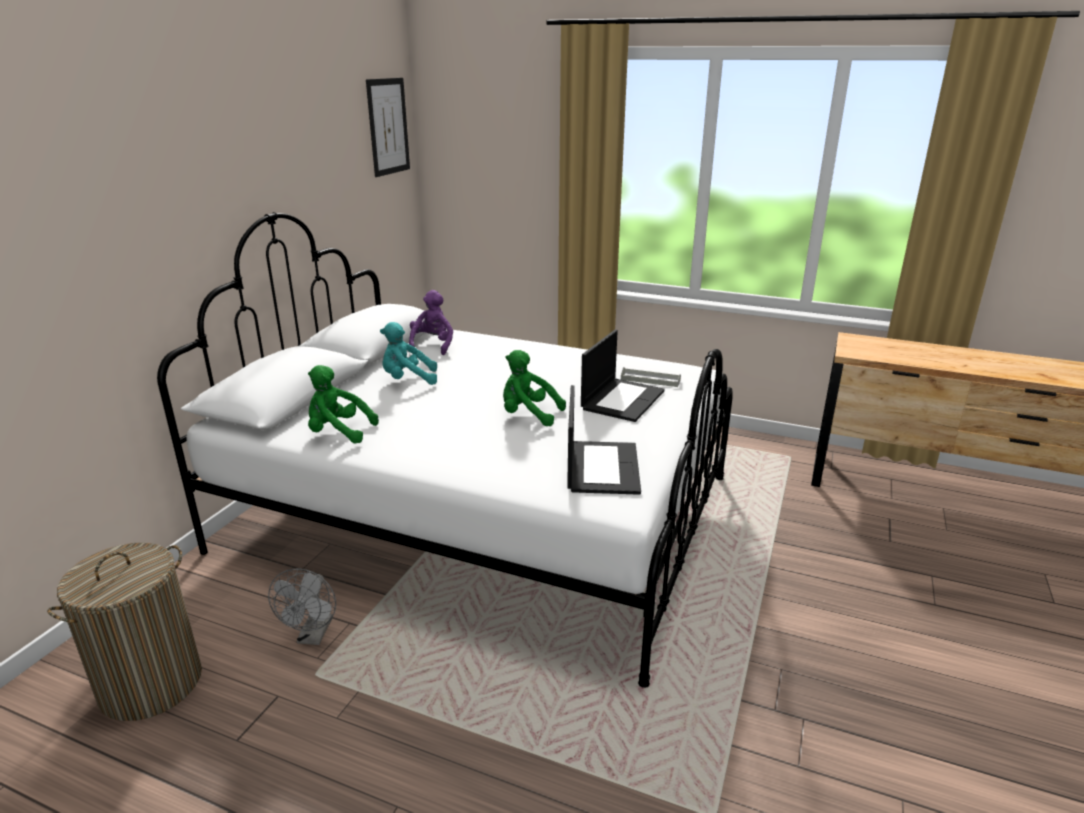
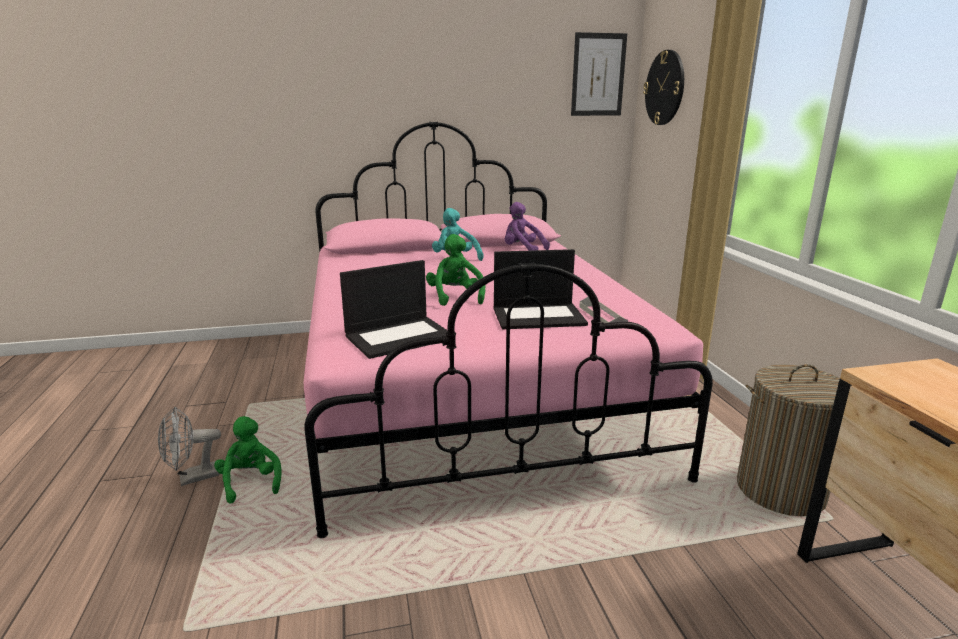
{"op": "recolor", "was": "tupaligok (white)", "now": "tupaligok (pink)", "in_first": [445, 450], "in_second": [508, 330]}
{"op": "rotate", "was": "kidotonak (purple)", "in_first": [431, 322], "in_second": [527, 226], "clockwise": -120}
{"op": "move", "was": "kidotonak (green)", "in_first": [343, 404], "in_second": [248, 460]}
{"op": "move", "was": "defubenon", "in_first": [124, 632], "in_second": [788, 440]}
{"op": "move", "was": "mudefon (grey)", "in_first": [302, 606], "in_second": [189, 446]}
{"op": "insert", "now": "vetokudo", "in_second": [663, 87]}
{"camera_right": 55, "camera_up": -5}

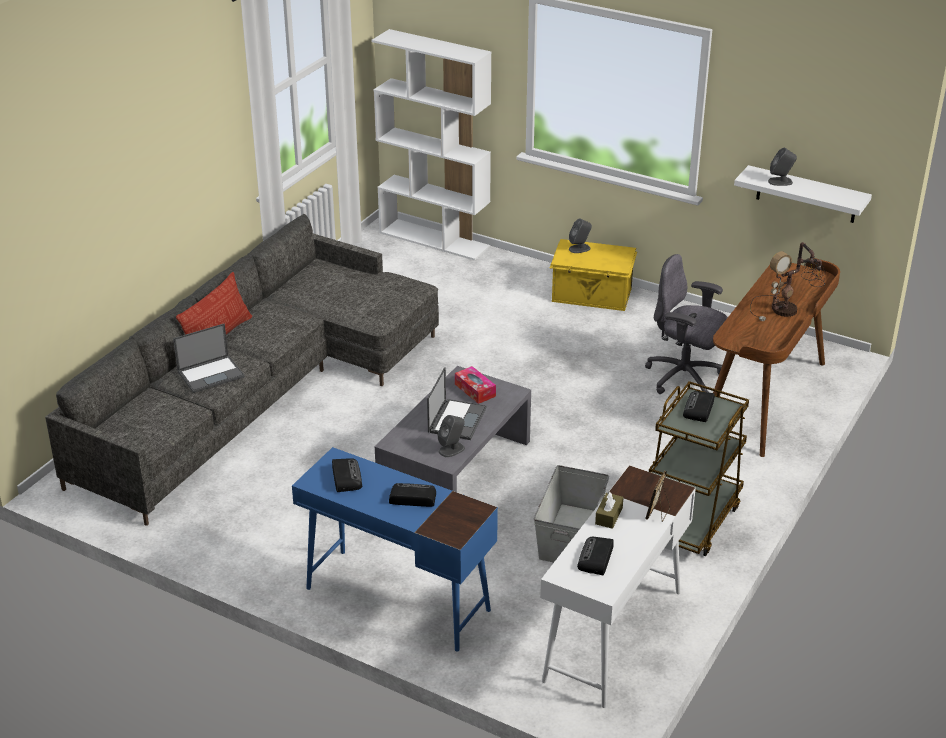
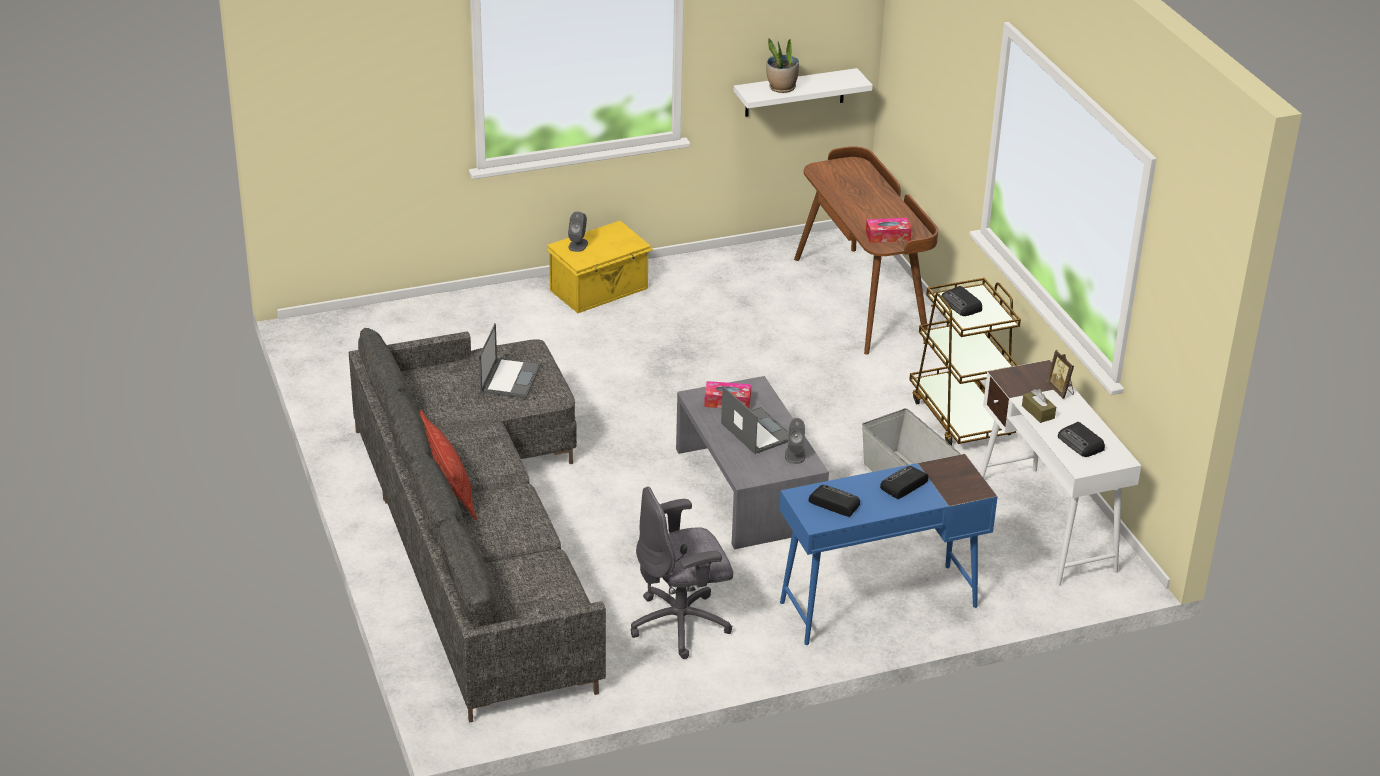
{"op": "delete", "was": "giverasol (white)", "in_first": [431, 144]}
{"op": "replace", "was": "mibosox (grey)", "now": "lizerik", "in_first": [782, 167], "in_second": [782, 65]}
{"op": "delete", "was": "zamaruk", "in_first": [787, 281]}
{"op": "move", "was": "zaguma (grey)", "in_first": [686, 324], "in_second": [681, 572]}
{"op": "move", "was": "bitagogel", "in_first": [209, 358], "in_second": [510, 360]}
{"op": "insert", "now": "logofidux", "in_second": [889, 230]}
{"camera_right": -50, "camera_up": 0}

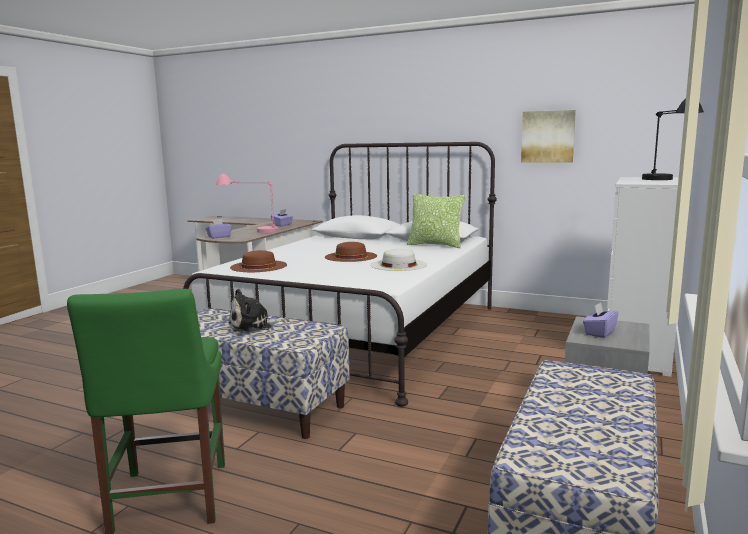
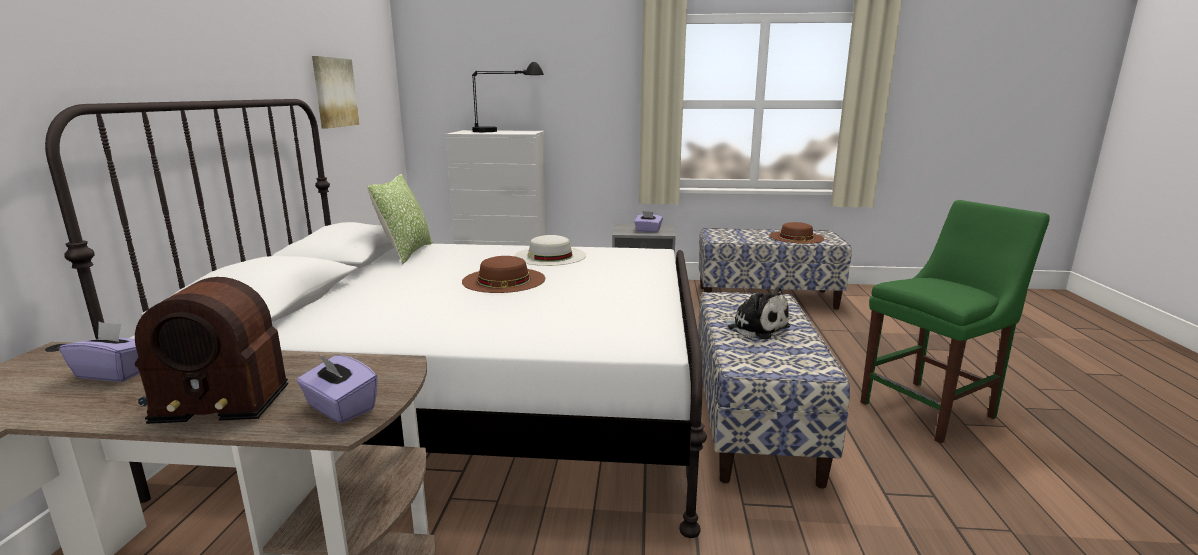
{"op": "replace", "was": "zamaruk (pink)", "now": "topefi", "in_first": [247, 203], "in_second": [211, 350]}
{"op": "move", "was": "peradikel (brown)", "in_first": [258, 261], "in_second": [796, 233]}
{"camera_right": -110, "camera_up": 5}

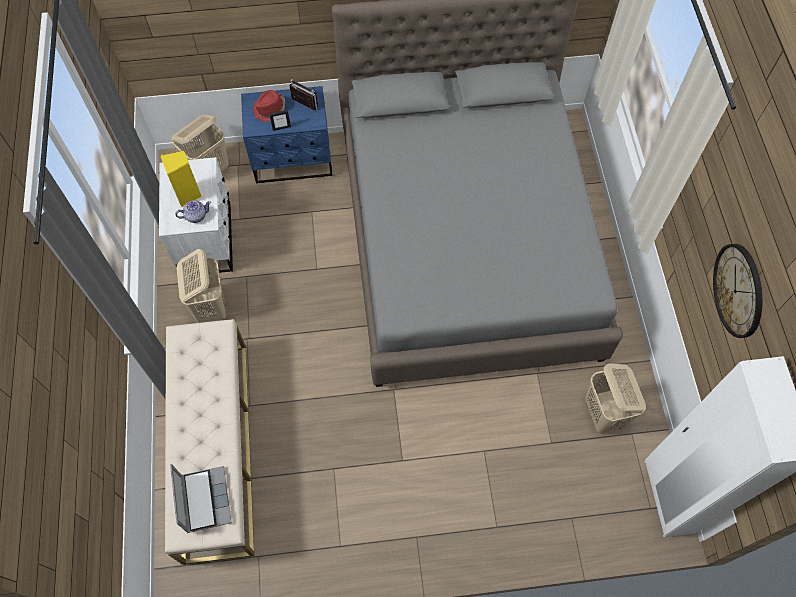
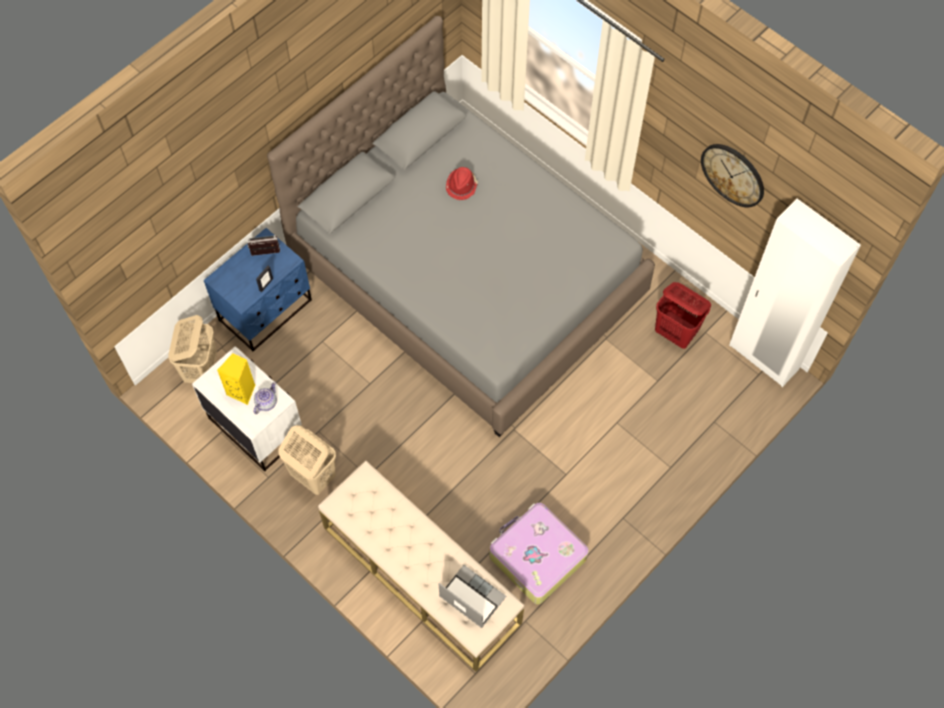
{"op": "move", "was": "peradikel (red)", "in_first": [269, 106], "in_second": [462, 183]}
{"op": "recolor", "was": "defubenon (beige)", "now": "defubenon (red)", "in_first": [615, 398], "in_second": [683, 315]}
{"op": "insert", "now": "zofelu", "in_second": [539, 553]}
{"camera_right": -40, "camera_up": 0}

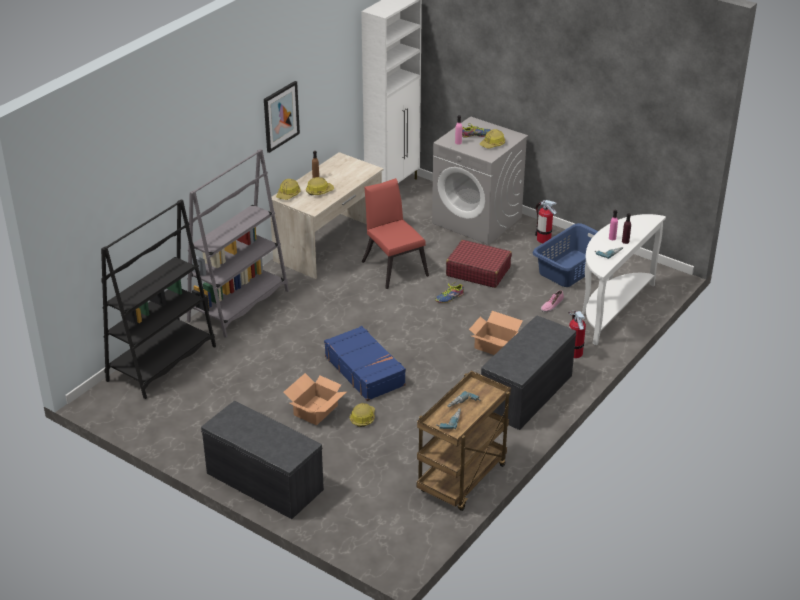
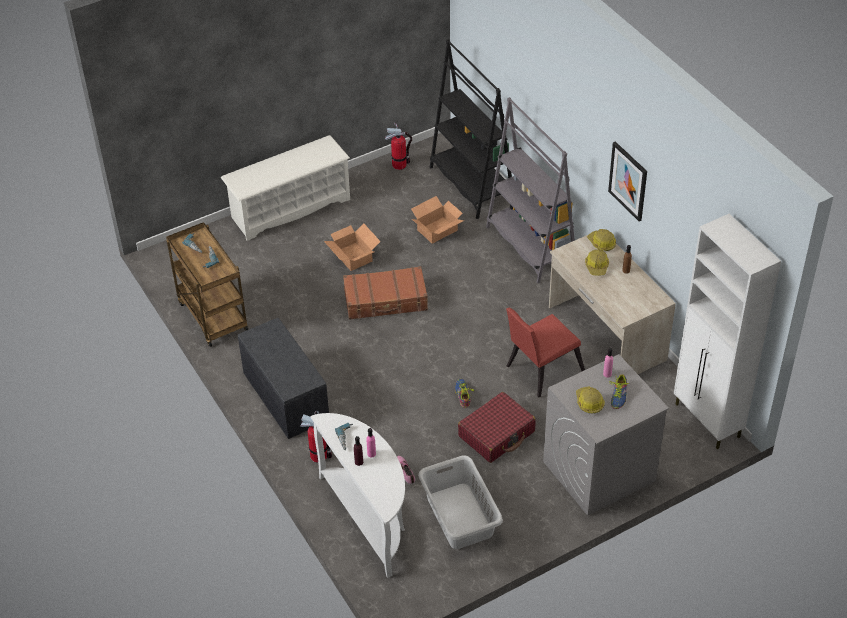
{"op": "rotate", "was": "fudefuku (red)", "in_first": [395, 233], "in_second": [545, 353], "clockwise": 150}
{"op": "move", "was": "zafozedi", "in_first": [546, 221], "in_second": [398, 146]}
{"op": "recolor", "was": "defubenon (blue)", "now": "defubenon (grey)", "in_first": [565, 255], "in_second": [460, 502]}
{"op": "move", "was": "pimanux", "in_first": [496, 333], "in_second": [437, 220]}
{"op": "recolor", "was": "zofelu (blue)", "now": "zofelu (brown)", "in_first": [365, 363], "in_second": [385, 293]}
{"op": "replace", "was": "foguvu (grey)", "now": "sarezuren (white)", "in_first": [262, 460], "in_second": [285, 188]}
{"op": "delete", "was": "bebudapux", "in_first": [362, 415]}
{"camera_right": 115, "camera_up": 10}

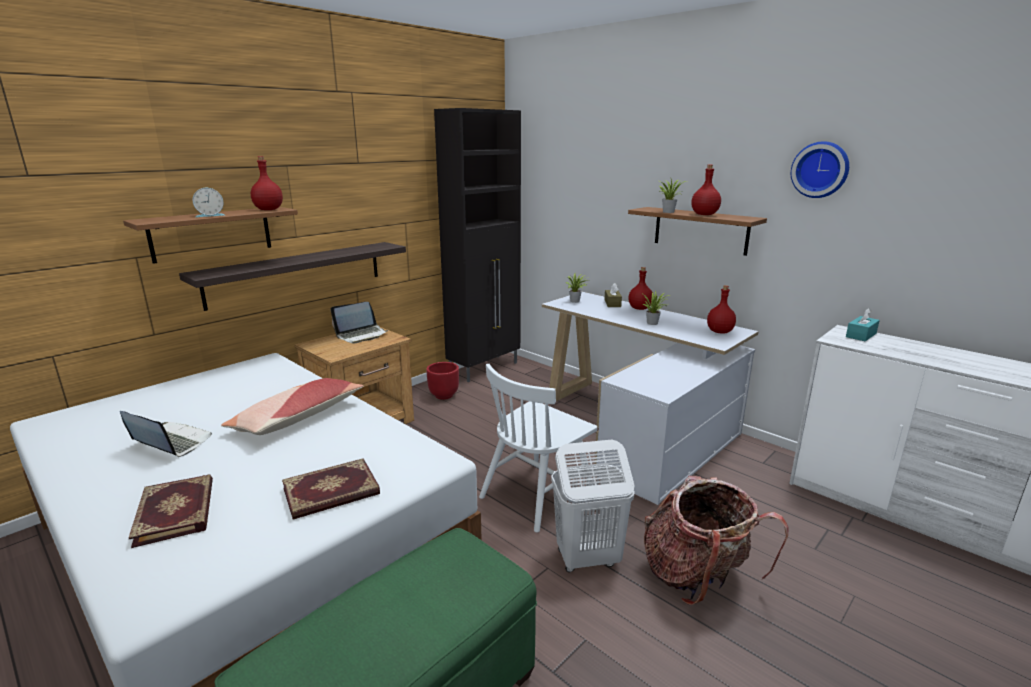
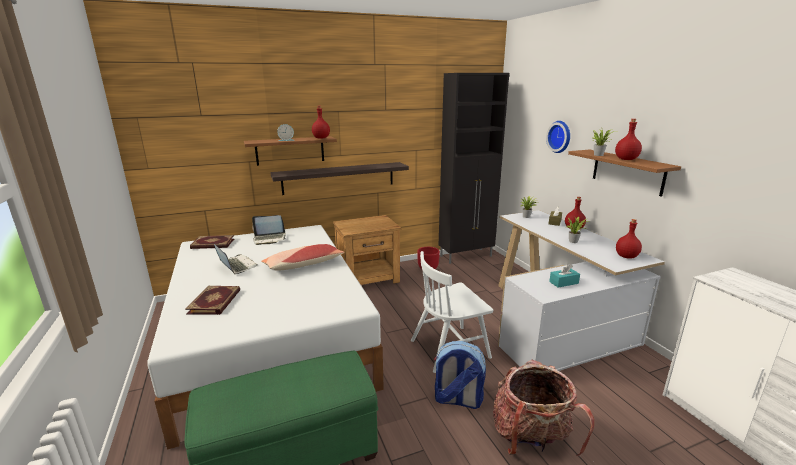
{"op": "move", "was": "vetokudo", "in_first": [820, 169], "in_second": [558, 137]}
{"op": "move", "was": "bitagogel", "in_first": [359, 323], "in_second": [269, 230]}
{"op": "move", "was": "logofidux (turquoise)", "in_first": [863, 324], "in_second": [564, 275]}
{"op": "replace", "was": "defubenon (white)", "now": "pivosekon", "in_first": [593, 506], "in_second": [460, 375]}
{"op": "move", "was": "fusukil", "in_first": [331, 489], "in_second": [212, 242]}
{"camera_right": 25, "camera_up": 0}

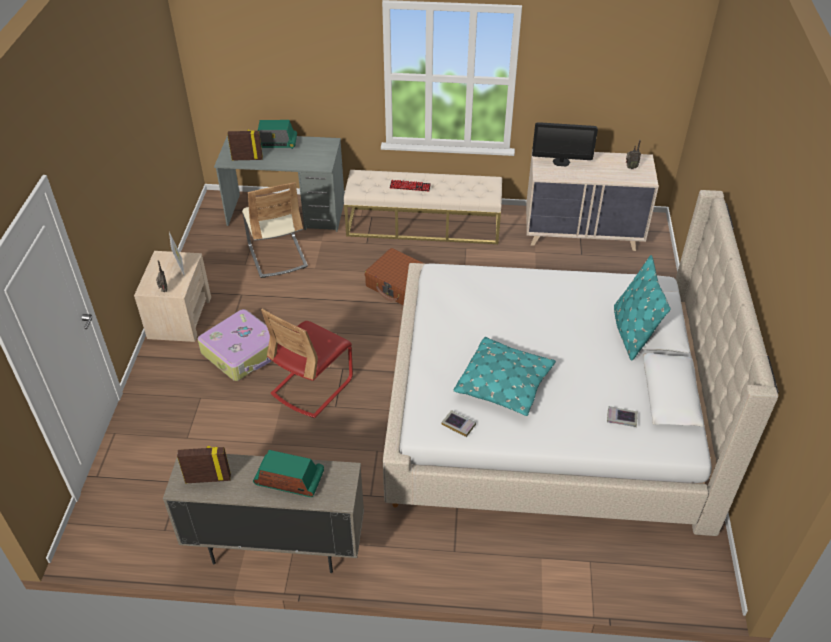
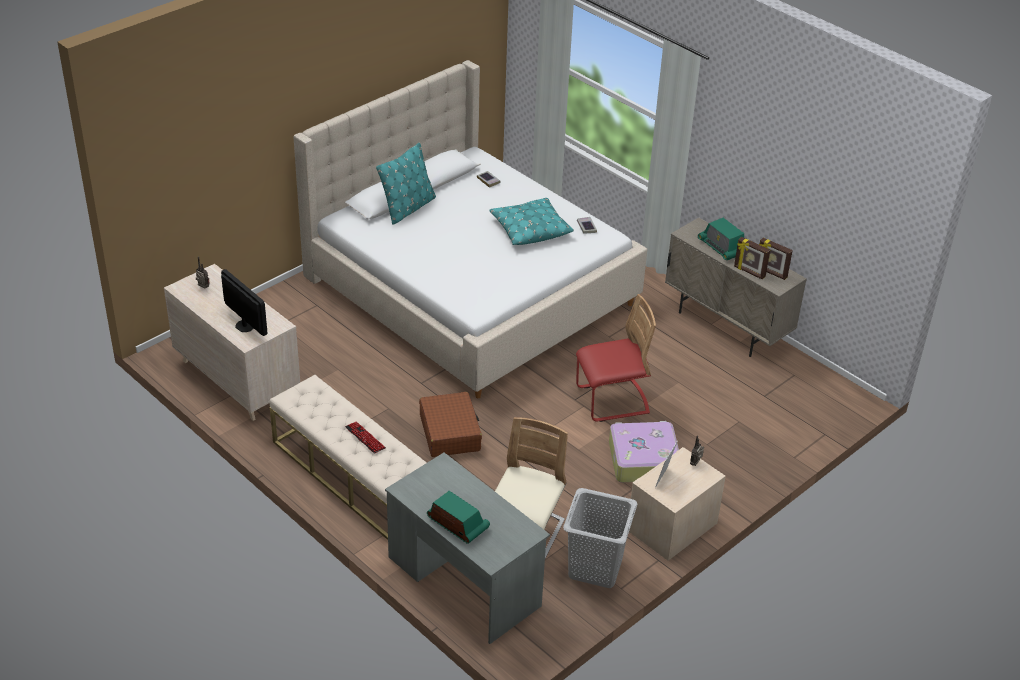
{"op": "move", "was": "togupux", "in_first": [245, 145], "in_second": [752, 258]}
{"op": "insert", "now": "defubenon (grey)", "in_second": [600, 538]}
{"camera_right": -140, "camera_up": -5}

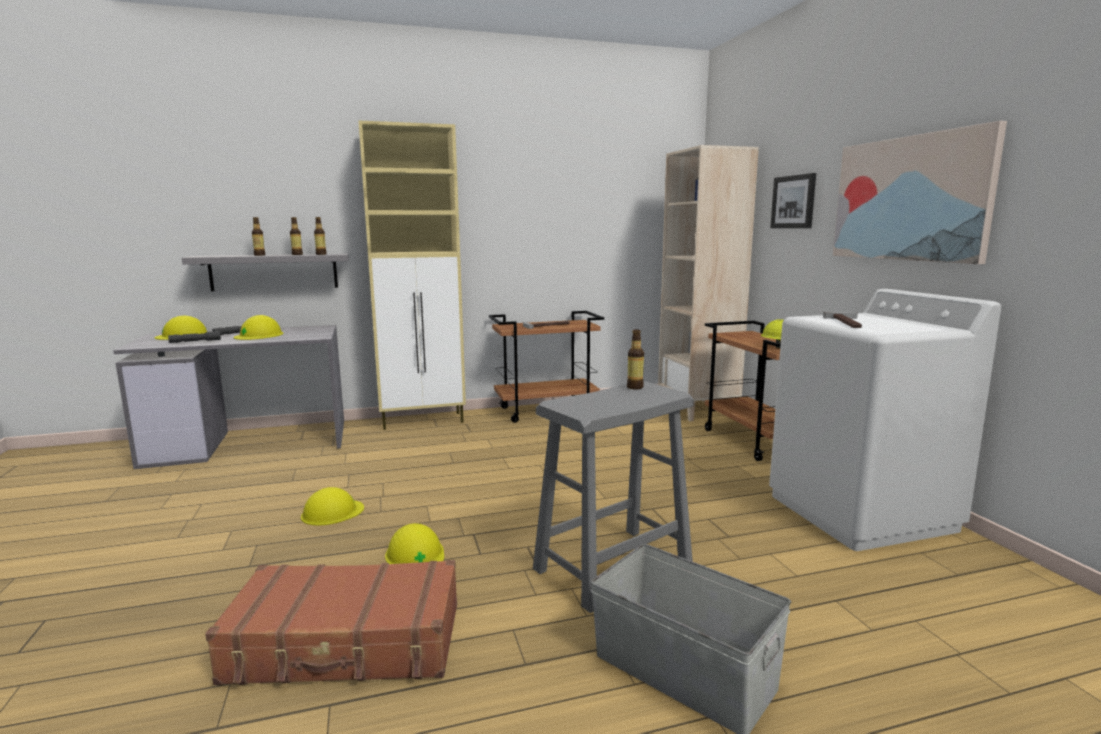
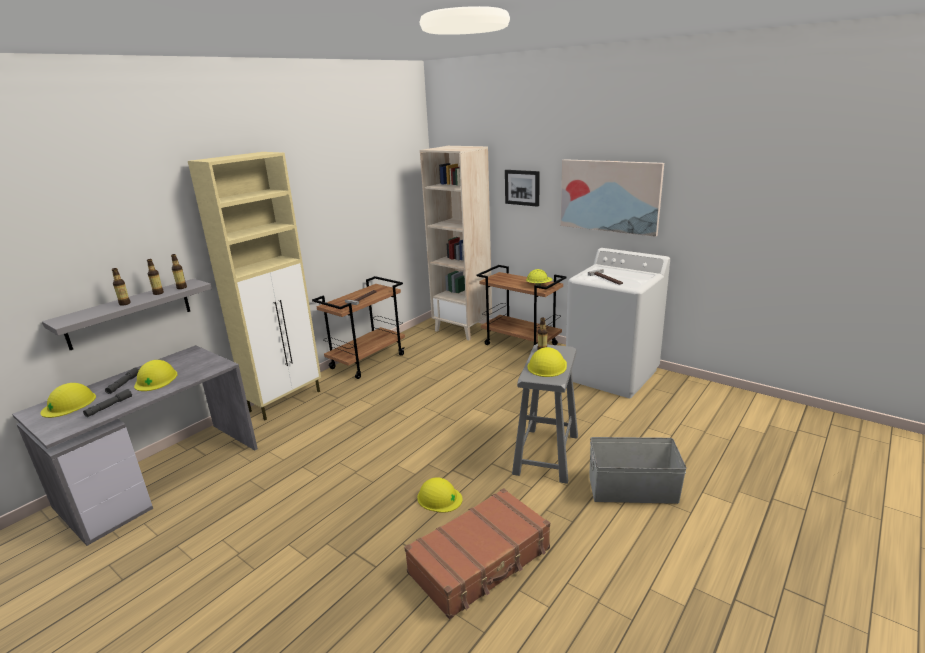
{"op": "move", "was": "bebudapux (yellow)", "in_first": [332, 506], "in_second": [547, 362]}
{"camera_right": -35, "camera_up": 10}

